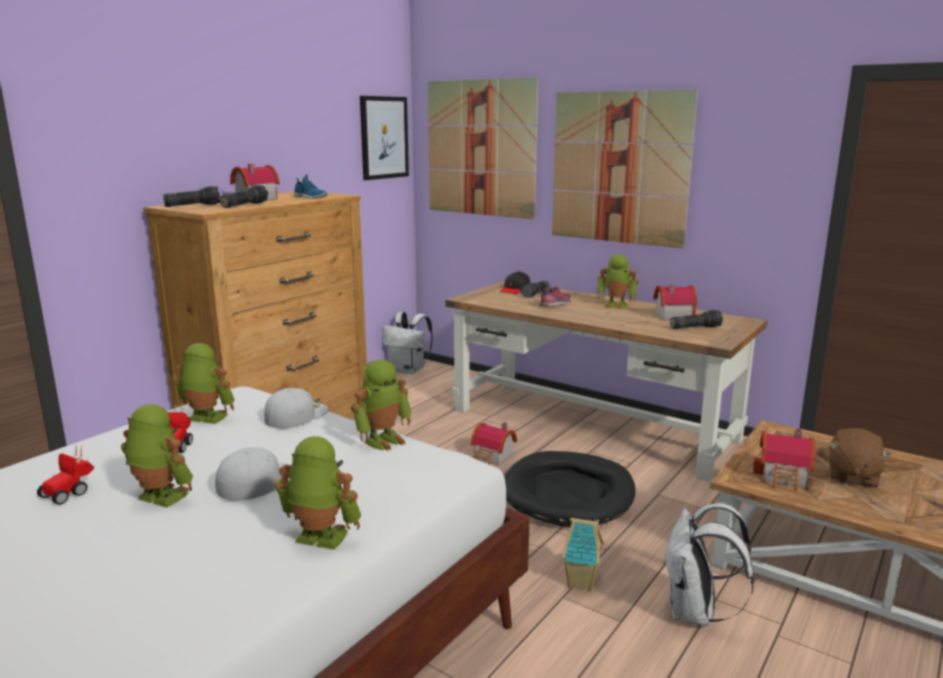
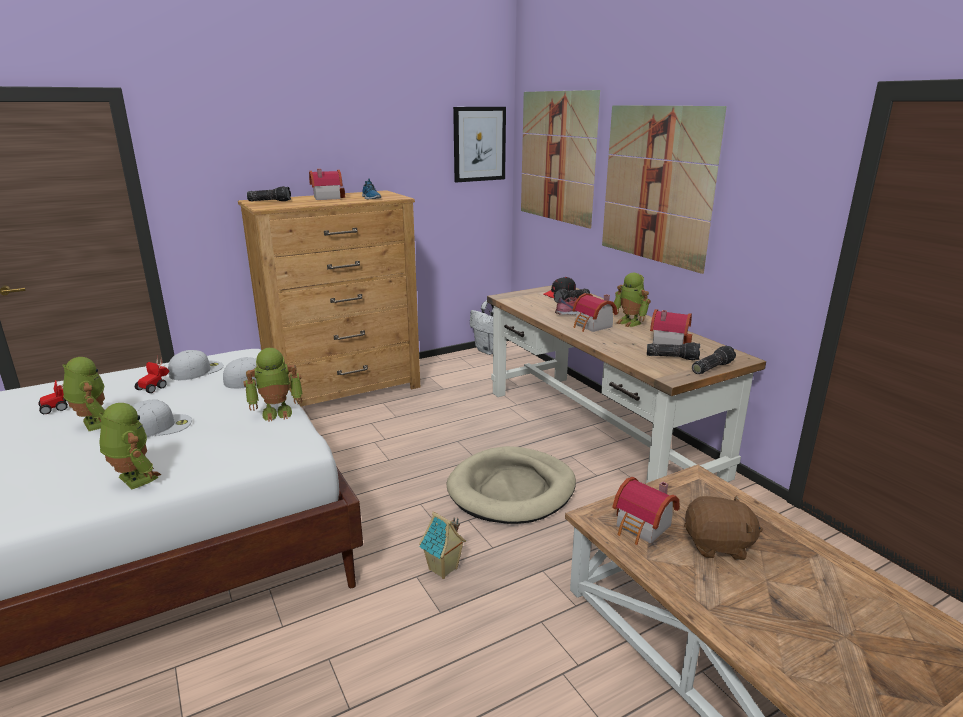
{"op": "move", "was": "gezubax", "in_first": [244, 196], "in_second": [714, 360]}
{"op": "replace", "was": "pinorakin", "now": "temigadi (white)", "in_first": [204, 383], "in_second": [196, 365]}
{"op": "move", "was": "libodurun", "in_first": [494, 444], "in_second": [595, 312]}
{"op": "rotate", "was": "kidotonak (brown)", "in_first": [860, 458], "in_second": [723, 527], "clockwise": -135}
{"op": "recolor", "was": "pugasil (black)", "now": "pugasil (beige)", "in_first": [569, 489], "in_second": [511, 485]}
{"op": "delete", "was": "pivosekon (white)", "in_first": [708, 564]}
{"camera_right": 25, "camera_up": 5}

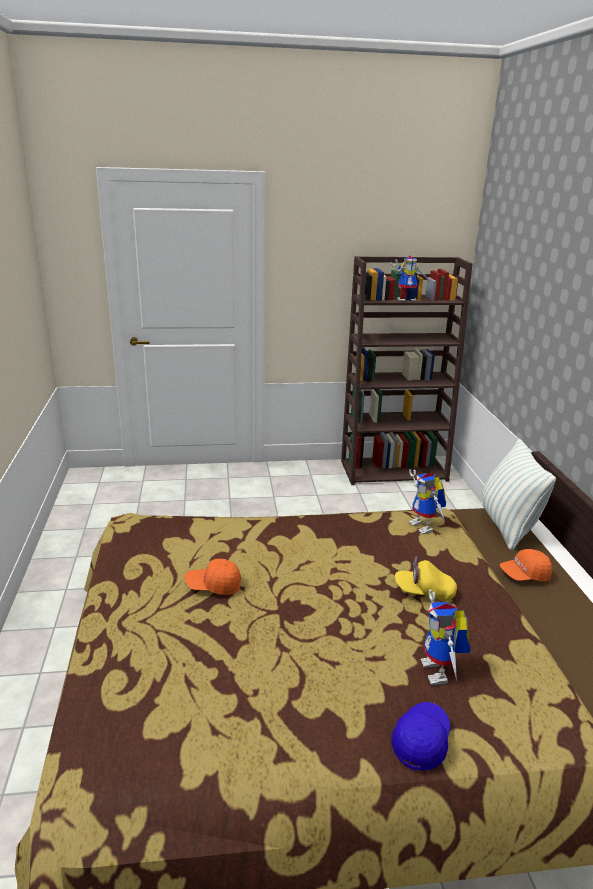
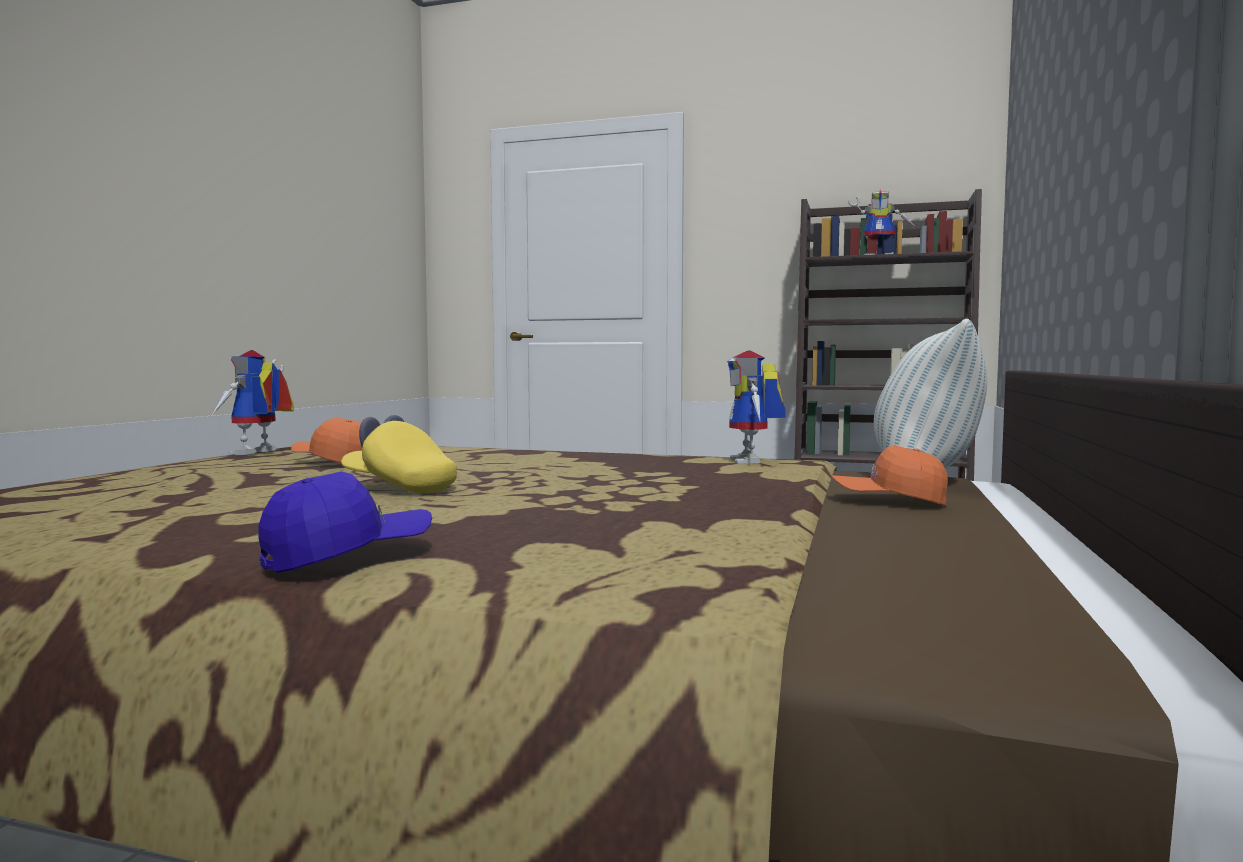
{"op": "move", "was": "temigadi (yellow)", "in_first": [426, 578], "in_second": [399, 454]}
{"op": "move", "was": "pinorakin", "in_first": [446, 637], "in_second": [252, 402]}
{"camera_right": 25, "camera_up": -20}

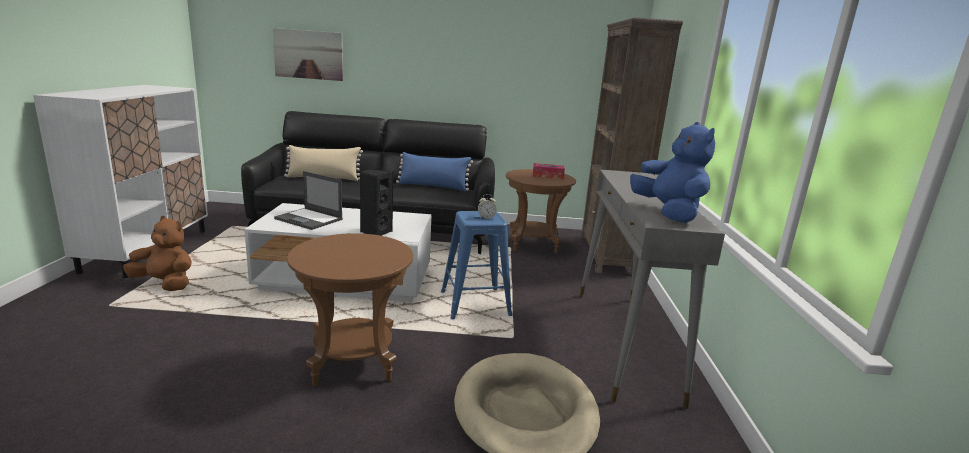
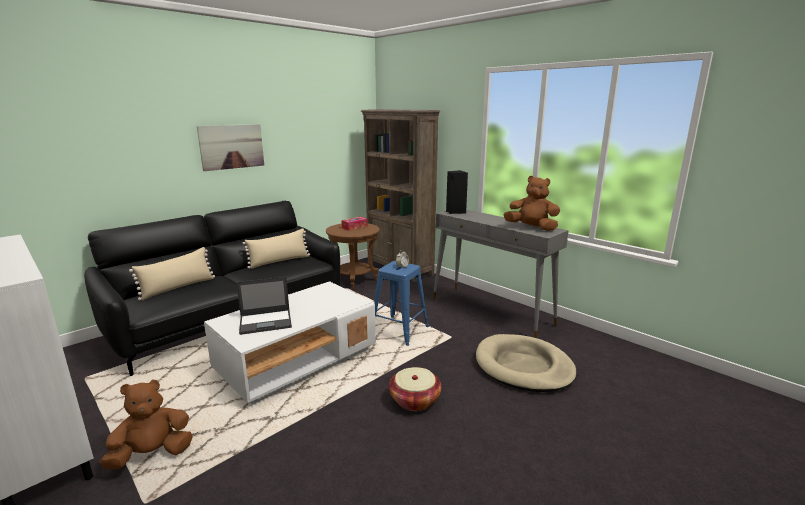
{"op": "move", "was": "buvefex", "in_first": [308, 54], "in_second": [230, 147]}
{"op": "recolor", "was": "kidotonak (blue)", "now": "kidotonak (brown)", "in_first": [672, 172], "in_second": [532, 203]}
{"op": "recolor", "was": "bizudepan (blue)", "now": "bizudepan (beige)", "in_first": [434, 171], "in_second": [276, 248]}
{"op": "move", "was": "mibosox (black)", "in_first": [376, 202], "in_second": [457, 192]}
{"op": "replace", "was": "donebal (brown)", "now": "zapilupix", "in_first": [350, 309], "in_second": [415, 389]}
{"camera_right": -45, "camera_up": 0}

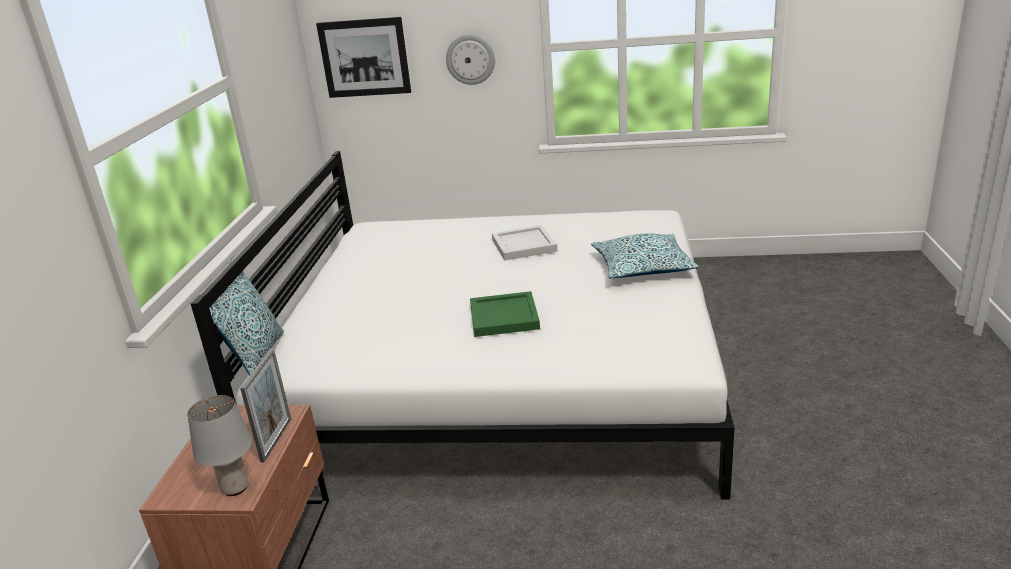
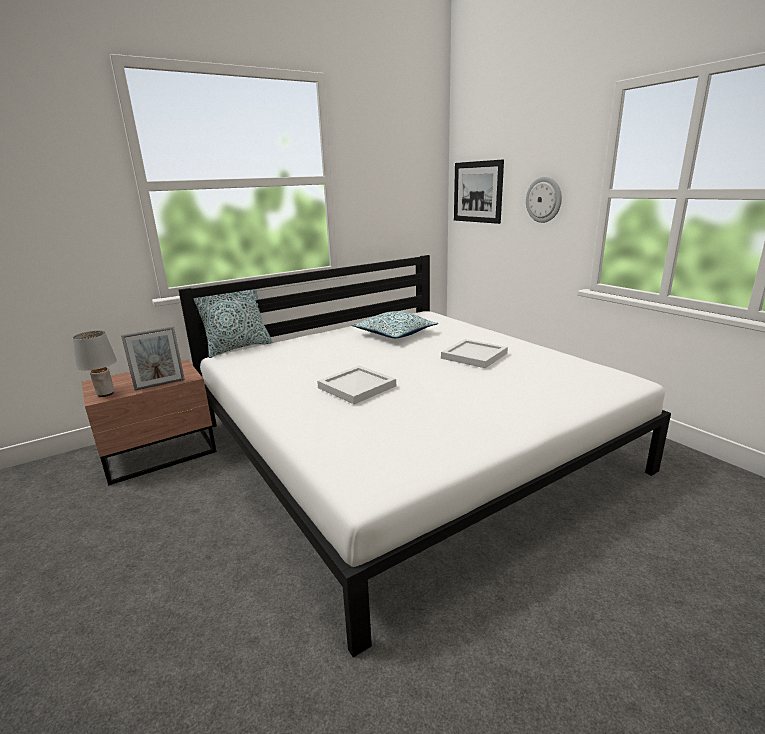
{"op": "move", "was": "bizudepan", "in_first": [644, 256], "in_second": [394, 324]}
{"op": "recolor", "was": "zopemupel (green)", "now": "zopemupel (white)", "in_first": [505, 314], "in_second": [356, 385]}
{"camera_right": 50, "camera_up": -5}

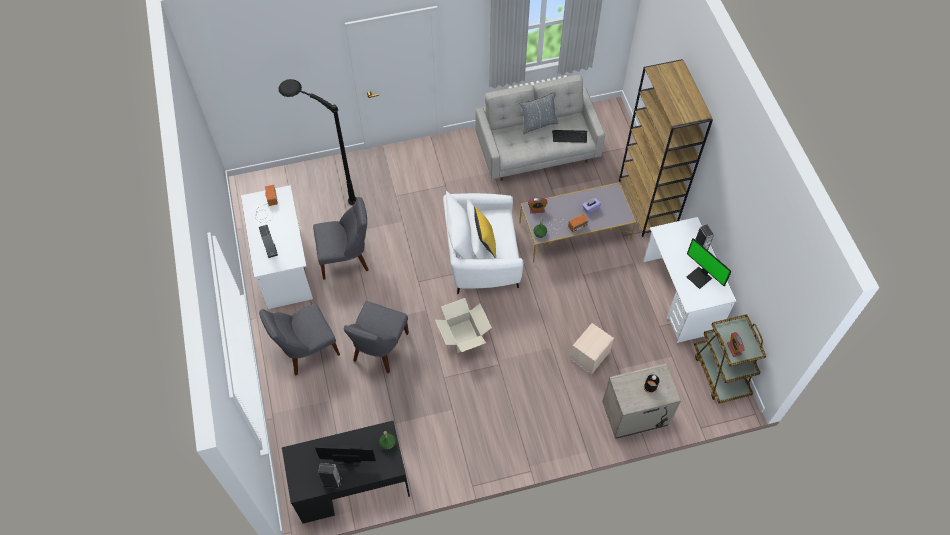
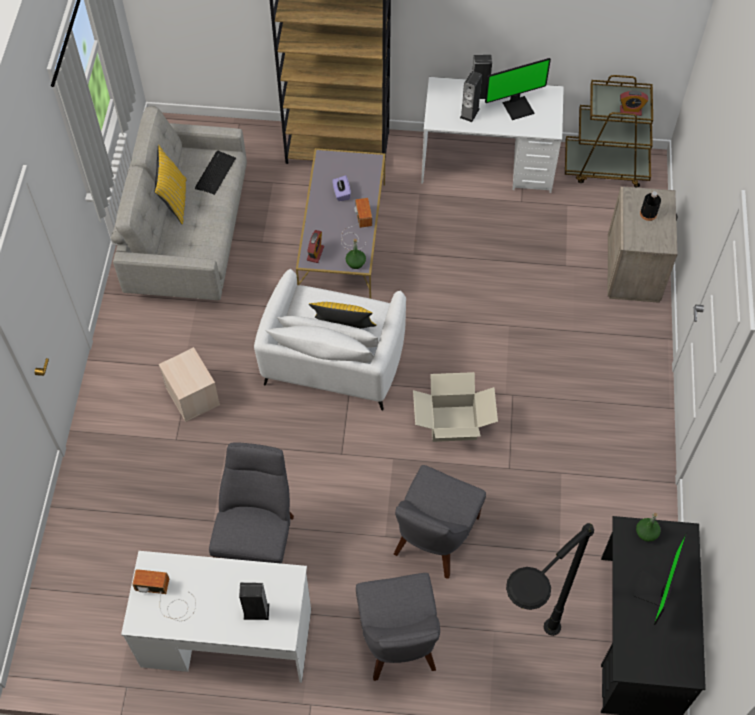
{"op": "move", "was": "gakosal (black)", "in_first": [317, 142], "in_second": [550, 579]}
{"op": "recolor", "was": "bizudepan (grey)", "now": "bizudepan (yellow)", "in_first": [539, 113], "in_second": [170, 185]}
{"op": "rotate", "was": "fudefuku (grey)", "in_first": [376, 337], "in_second": [439, 522], "clockwise": 75}
{"op": "move", "was": "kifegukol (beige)", "in_first": [592, 349], "in_second": [189, 384]}
{"op": "move", "was": "mibosox", "in_first": [330, 475], "in_second": [471, 96]}
{"camera_right": -70, "camera_up": 0}

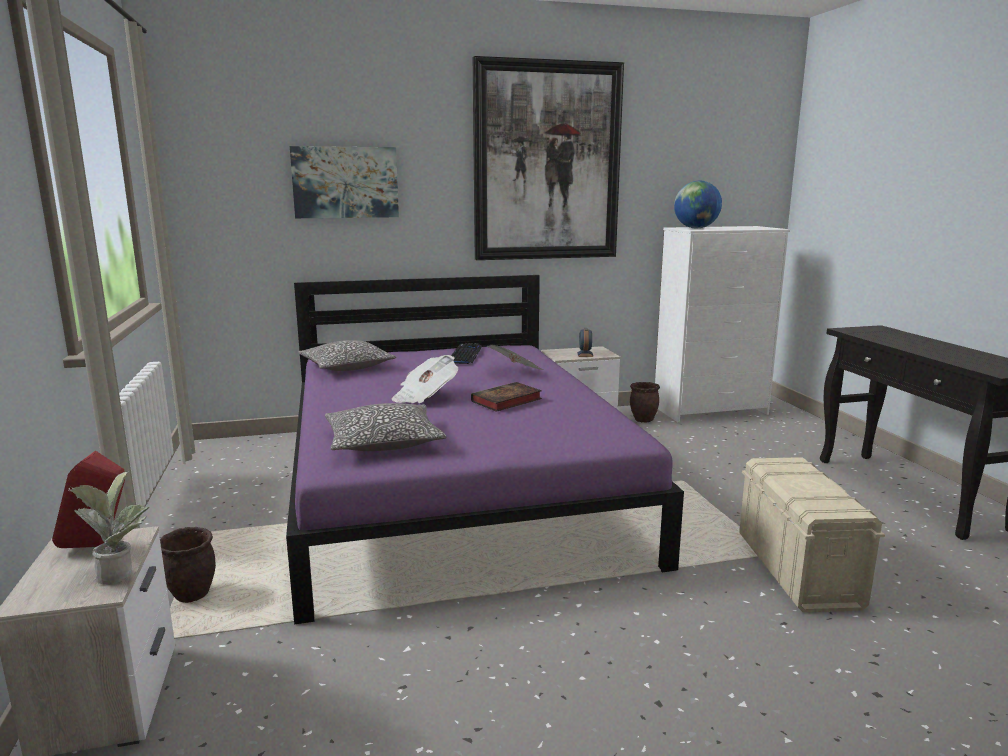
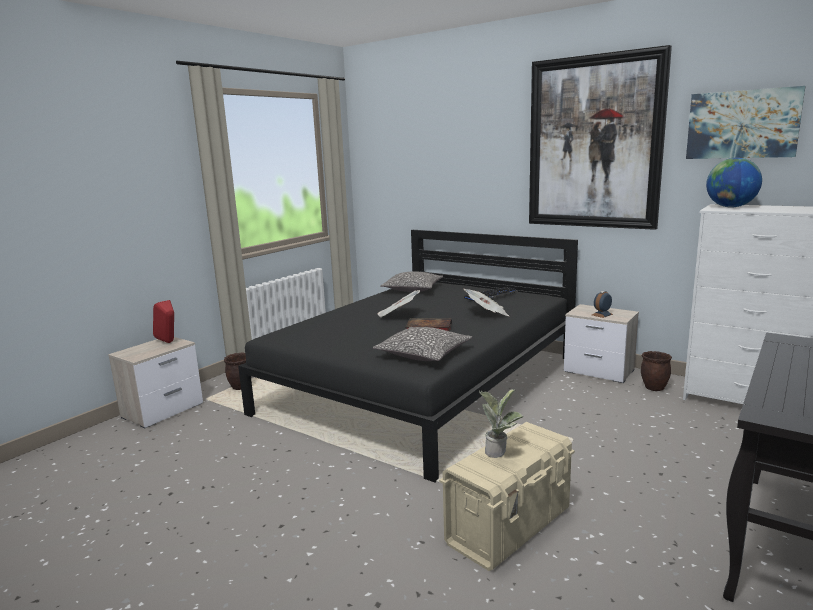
{"op": "move", "was": "buvefex", "in_first": [344, 182], "in_second": [745, 122]}
{"op": "recolor", "was": "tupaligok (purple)", "now": "tupaligok (black)", "in_first": [485, 449], "in_second": [408, 356]}
{"op": "move", "was": "bizudepan", "in_first": [385, 427], "in_second": [422, 344]}
{"op": "move", "was": "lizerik", "in_first": [109, 528], "in_second": [501, 423]}
{"camera_right": 50, "camera_up": 0}

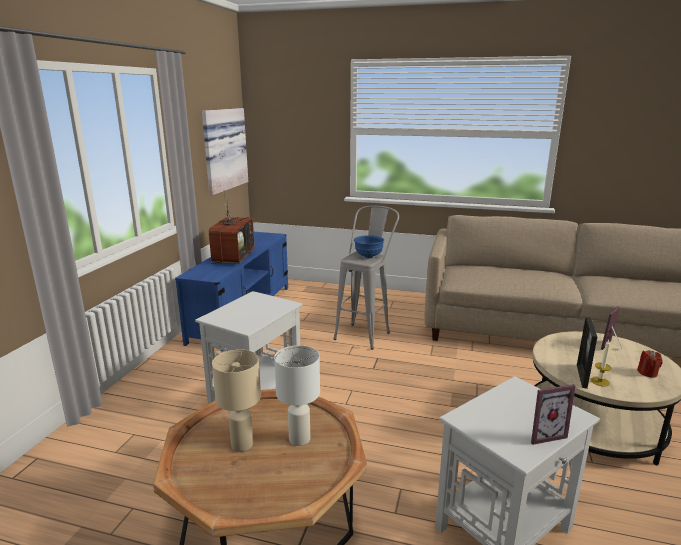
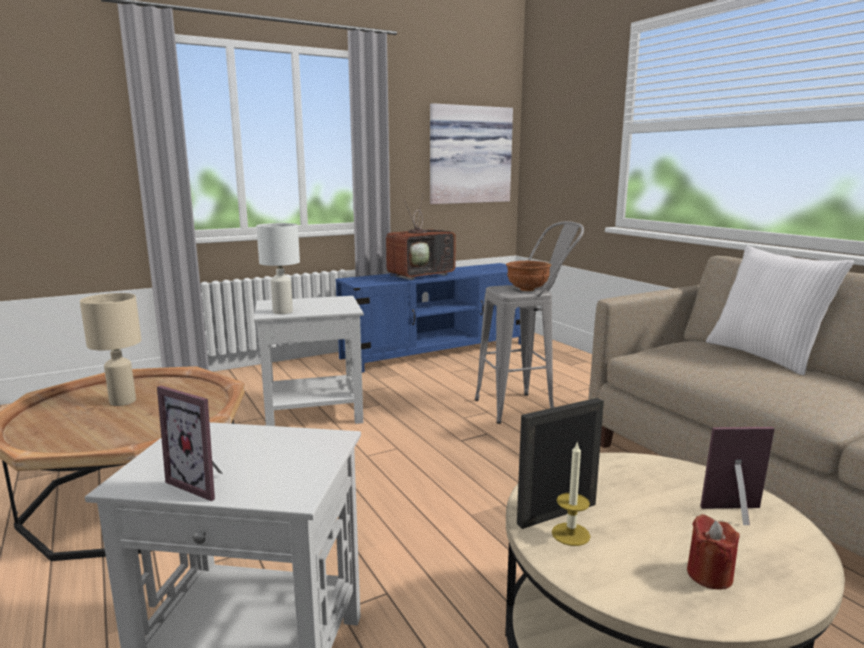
{"op": "recolor", "was": "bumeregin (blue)", "now": "bumeregin (brown)", "in_first": [369, 246], "in_second": [528, 276]}
{"op": "move", "was": "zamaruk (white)", "in_first": [297, 395], "in_second": [278, 268]}
{"op": "insert", "now": "bizudepan (white)", "in_second": [780, 310]}
{"camera_right": 45, "camera_up": -5}

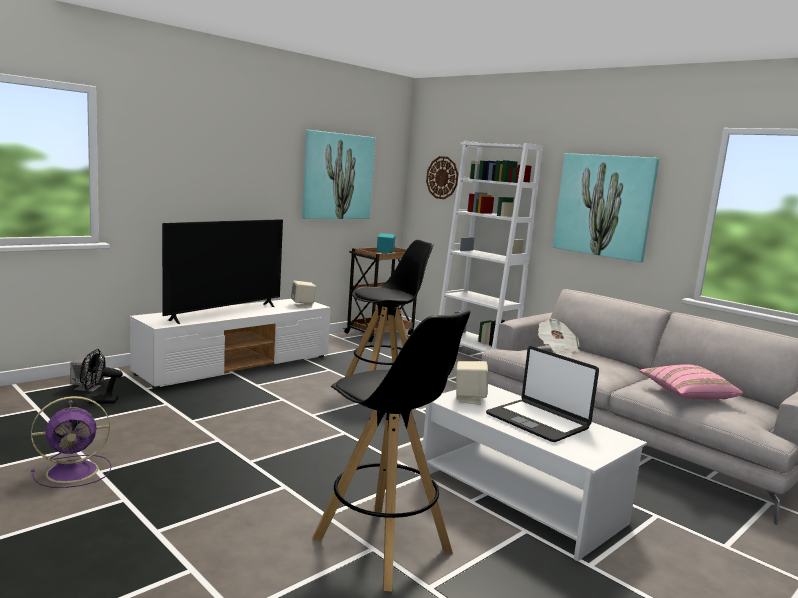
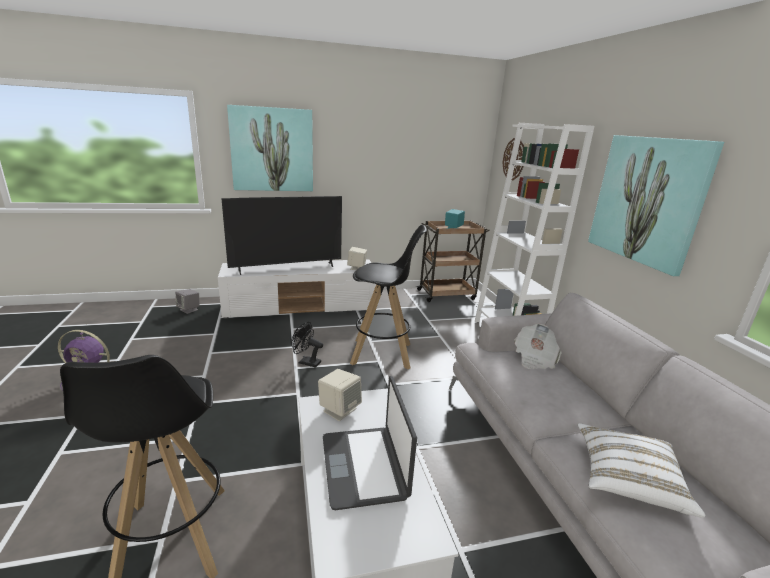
{"op": "move", "was": "buvefex", "in_first": [338, 174], "in_second": [270, 148]}
{"op": "move", "was": "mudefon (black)", "in_first": [101, 376], "in_second": [307, 345]}
{"op": "recolor", "was": "bizudepan (pink)", "now": "bizudepan (white)", "in_first": [691, 382], "in_second": [641, 470]}
{"camera_right": 30, "camera_up": 10}

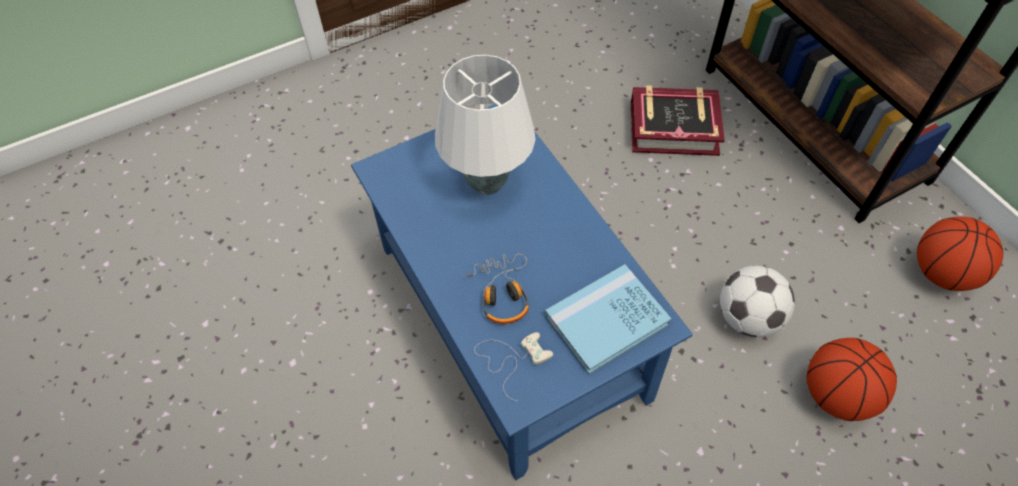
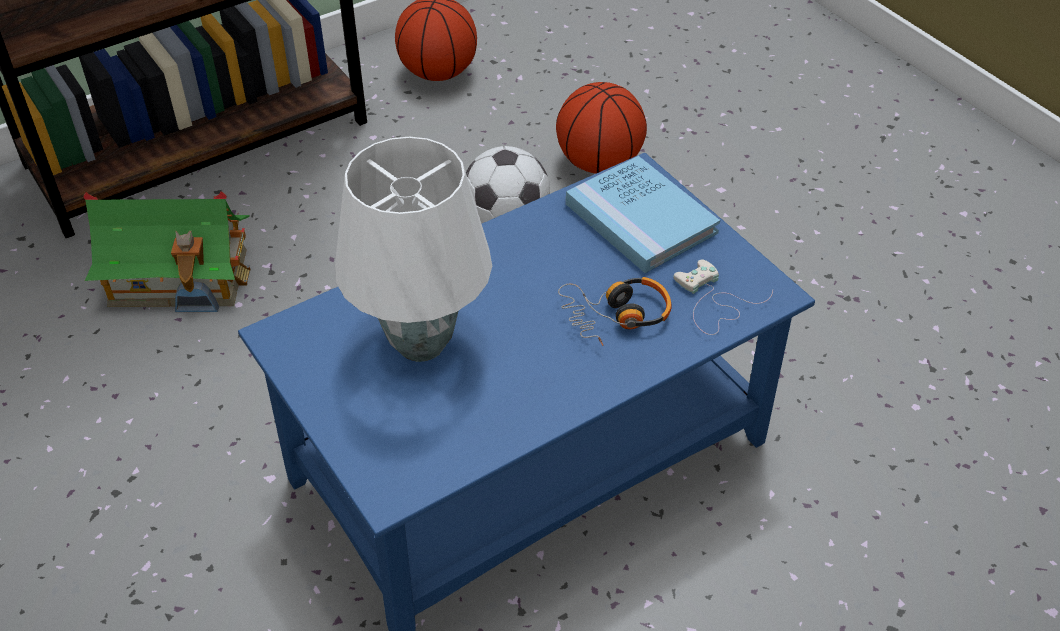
{"op": "replace", "was": "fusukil", "now": "libodurun", "in_first": [678, 120], "in_second": [166, 251]}
{"camera_right": -95, "camera_up": -10}

